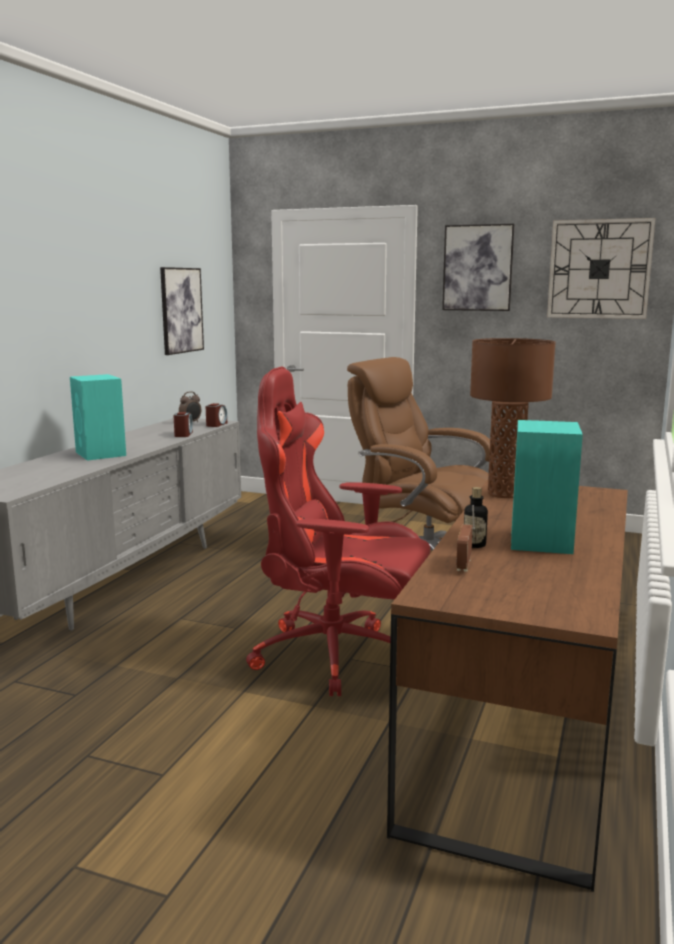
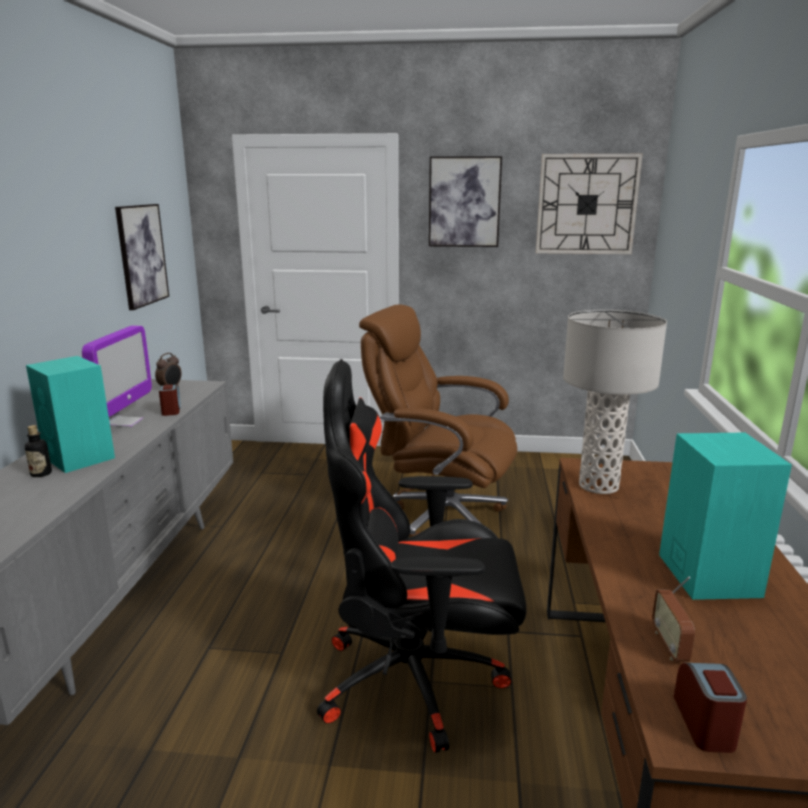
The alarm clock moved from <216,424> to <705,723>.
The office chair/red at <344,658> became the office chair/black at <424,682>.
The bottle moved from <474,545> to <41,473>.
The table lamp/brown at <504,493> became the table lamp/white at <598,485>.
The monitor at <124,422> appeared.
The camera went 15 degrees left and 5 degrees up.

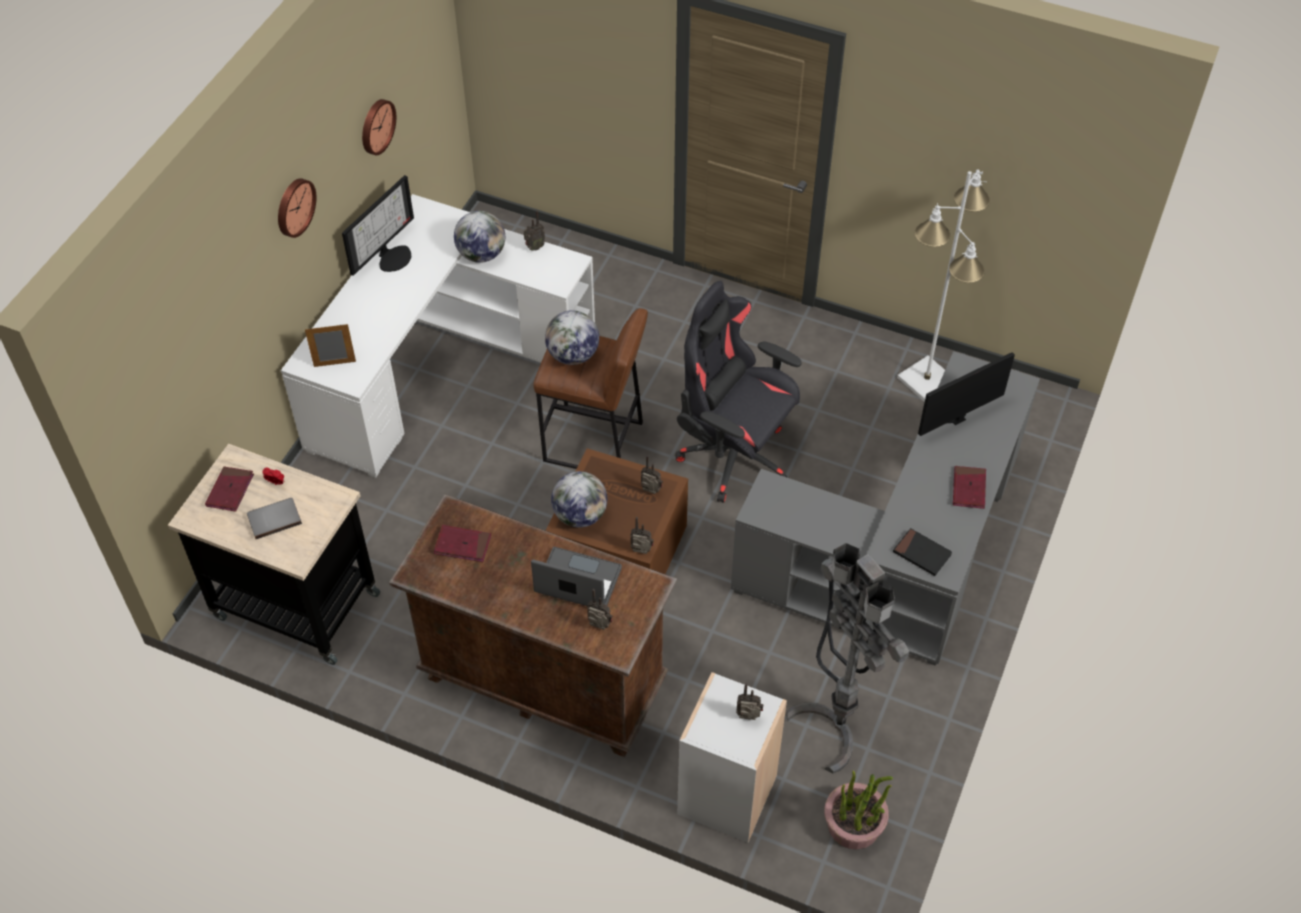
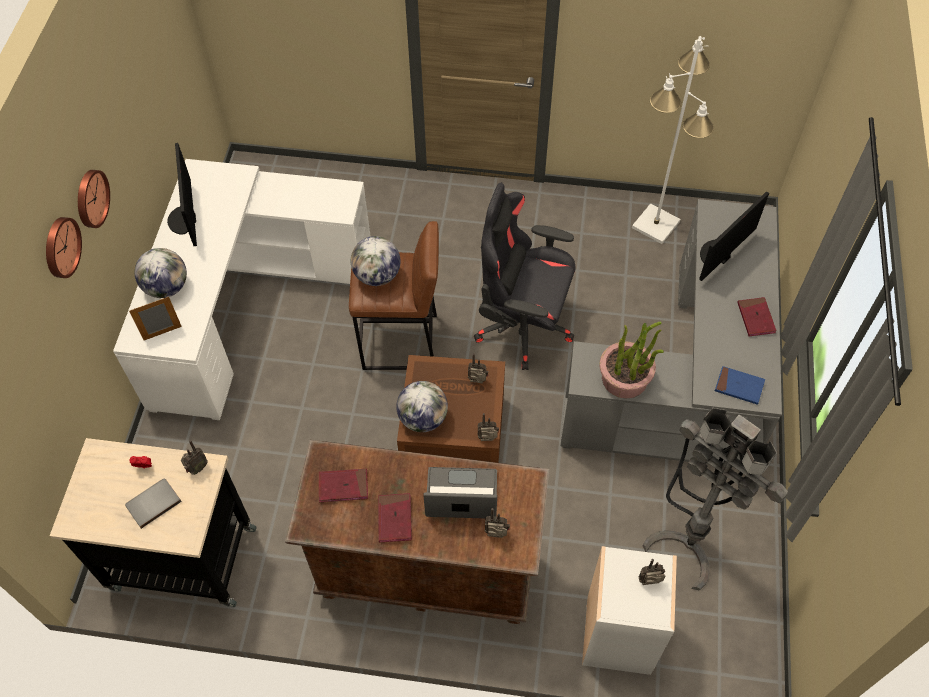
The book/red moved from <230,490> to <395,519>.
The monitor at <392,257> turned 150 degrees clockwise.
The wall clock moved from <376,126> to <60,247>.
The globe moved from <481,254> to <167,287>.
The radio moved from <534,247> to <197,468>.
The potted plant moved from <854,825> to <625,379>.
The book/black at <922,554> became the book/blue at <739,386>.
The camera went 15 degrees left and 5 degrees up.

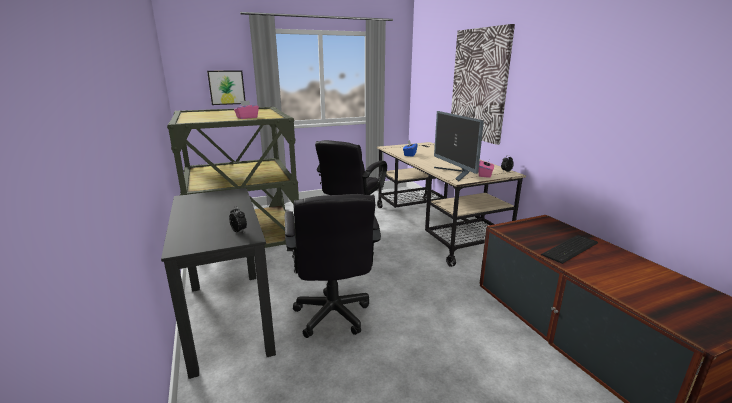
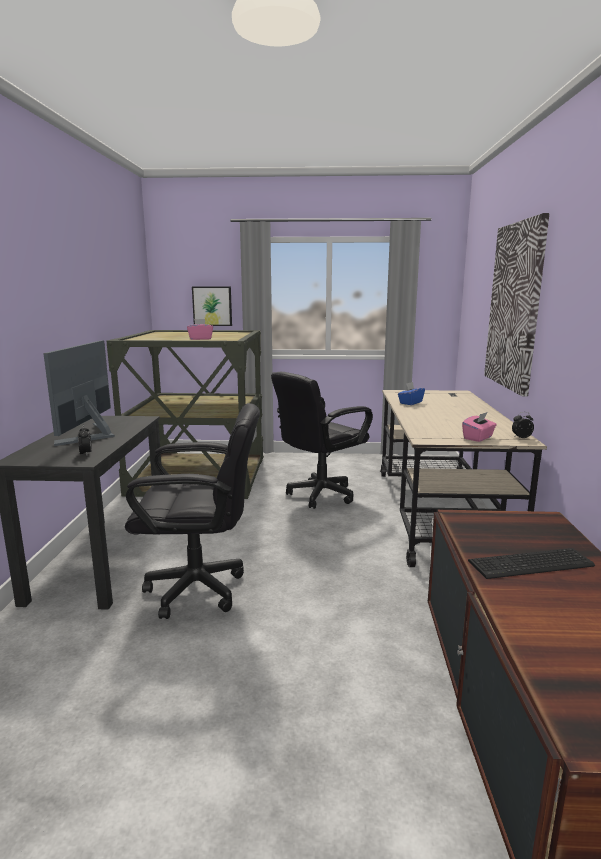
The office chair/black at <334,318> turned 105 degrees counterclockwise.
The monitor moved from <455,174> to <91,436>.
The camera went 25 degrees right and 5 degrees down.

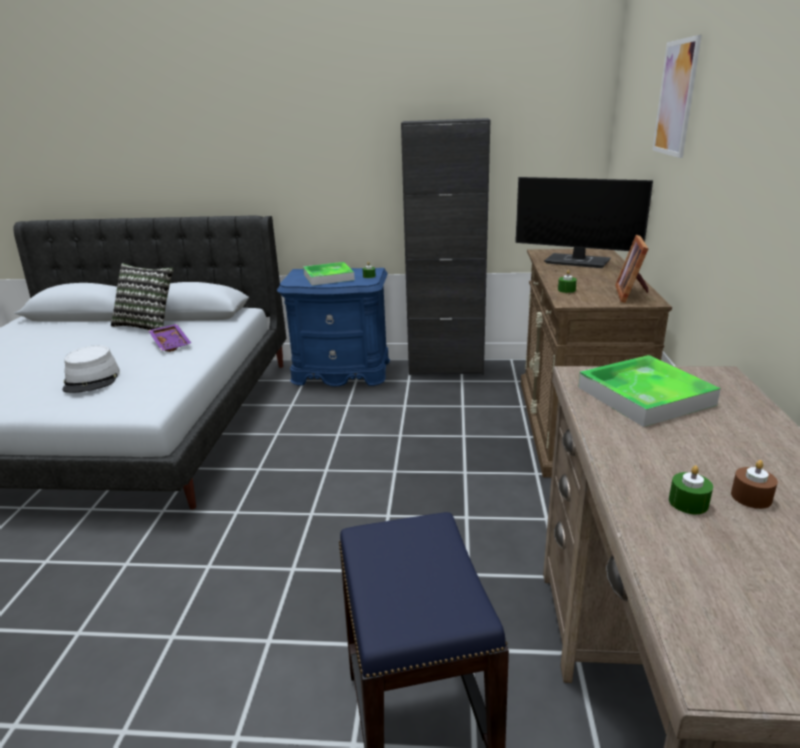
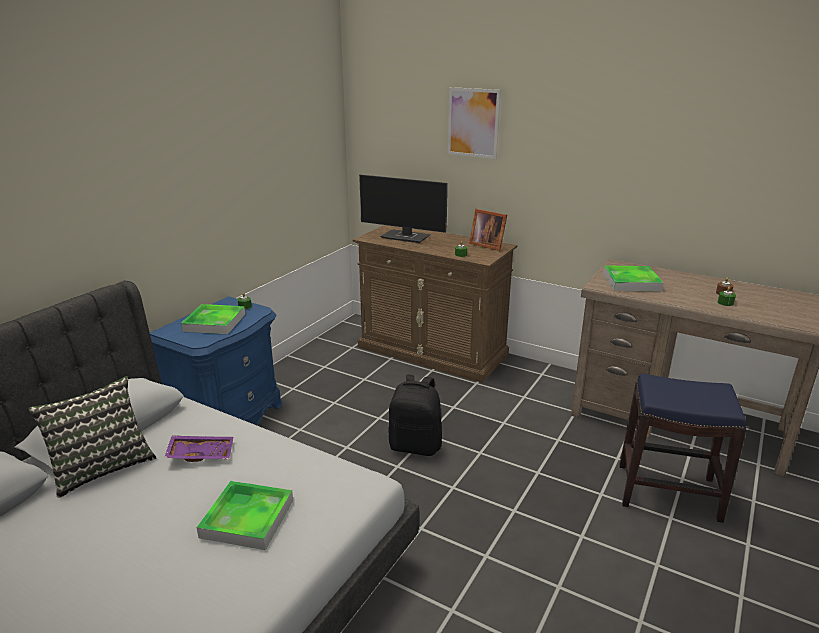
The hat/grey at <92,379> was replaced by the tray at <247,518>.
The cabinet/black at <446,368> disappeared.
The monitor at <578,261> turned 60 degrees clockwise.
The backpack/black at <415,446> appeared.
The camera went 65 degrees left and 0 degrees up.

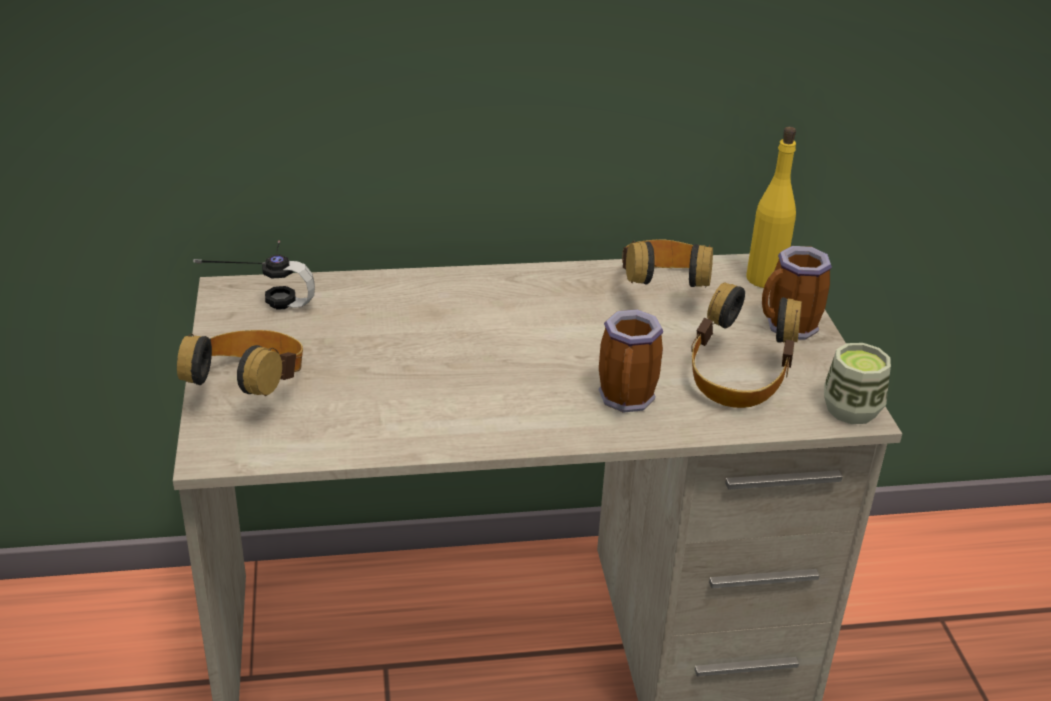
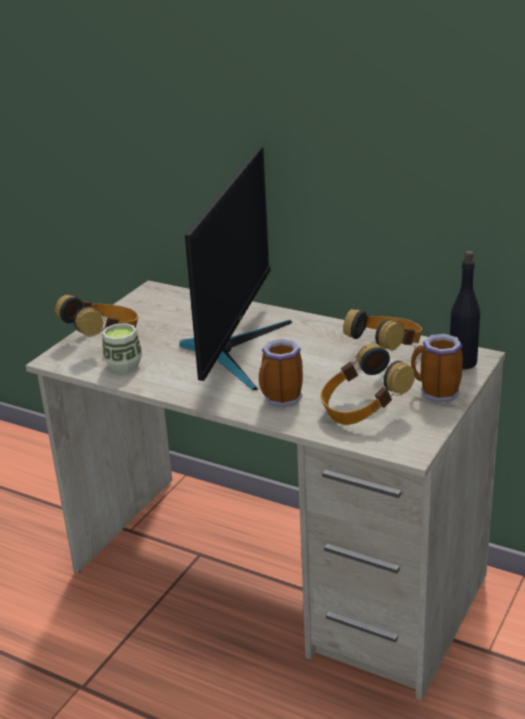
The headphones at <265,296> disappeared.
The bottle/yellow at <764,278> became the bottle/black at <463,362>.
The cup moved from <851,409> to <124,365>.
The monitor at <233,350> appeared.
The camera went 40 degrees right and 5 degrees down.

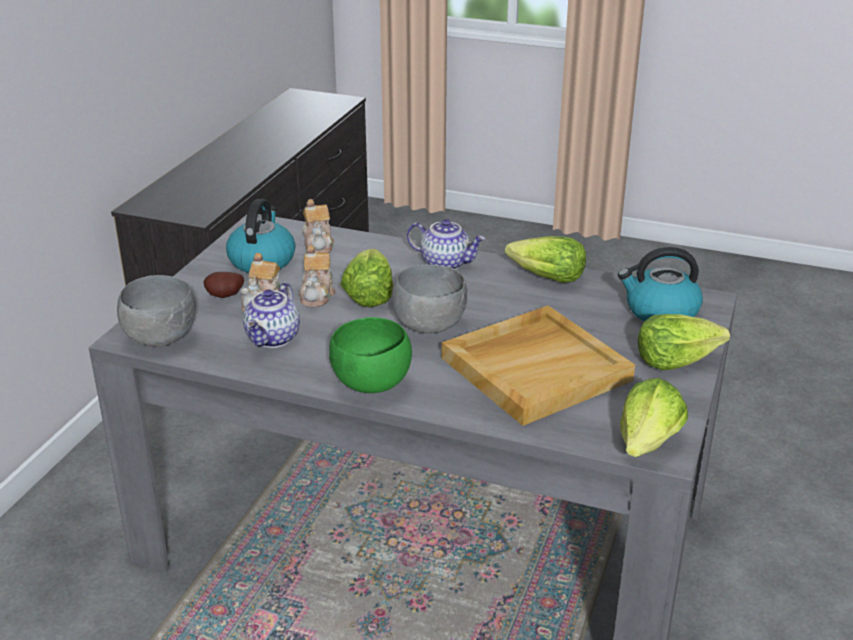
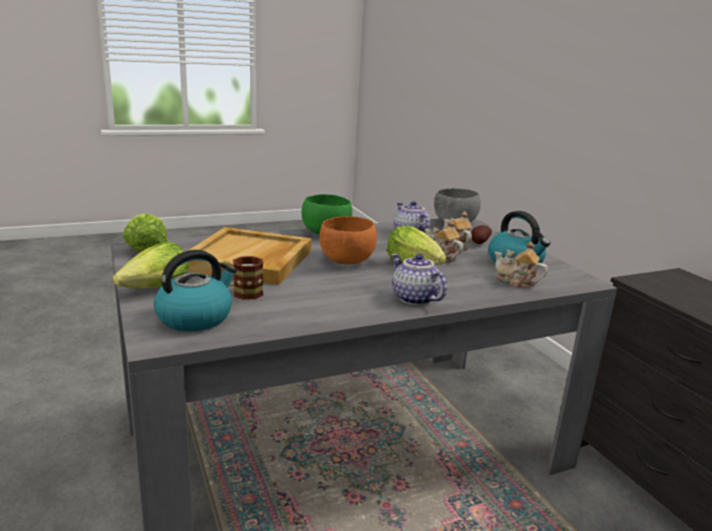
The bowl/grey at <430,325> became the bowl/orange at <346,262>.
The teapot at <446,263> turned 75 degrees clockwise.
The lettuce at <546,278> disappeared.
The mug at <241,292> appeared.
The camera went 135 degrees right and 10 degrees down.

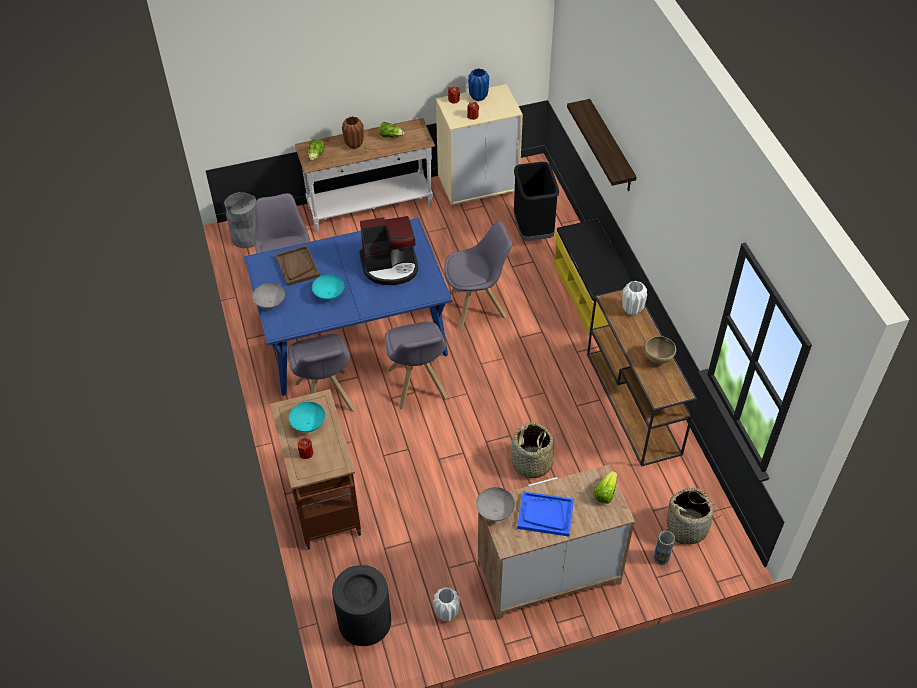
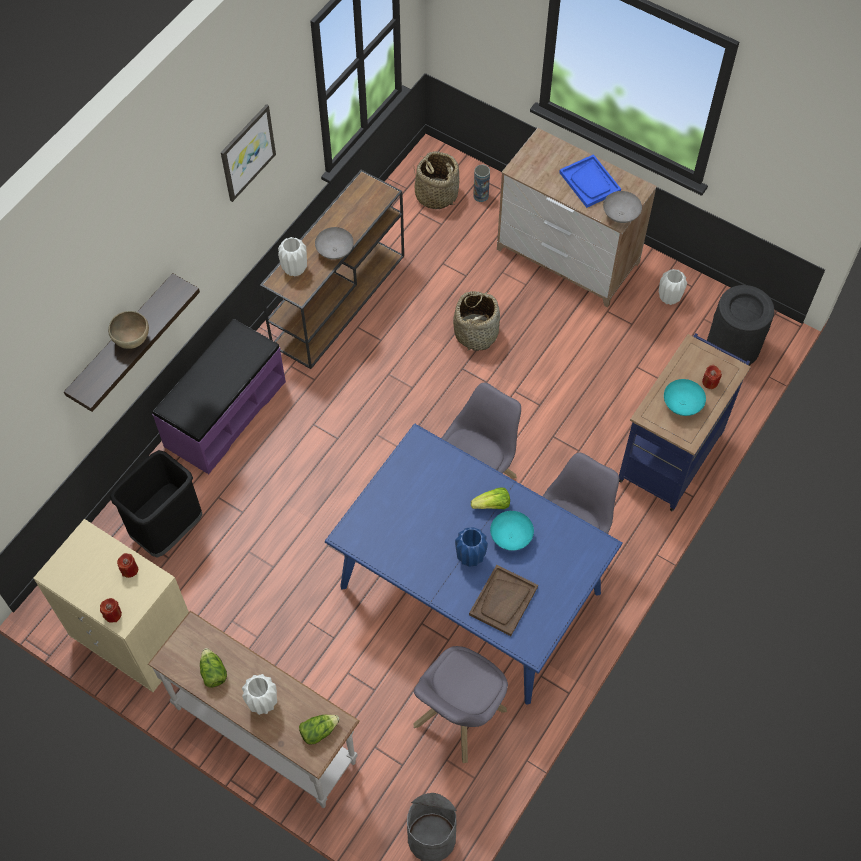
The bowl/grey moved from <270,302> to <334,251>.
The cart/brown at <324,506> became the cart/blue at <672,455>.
The vase/brown at <354,144> became the vase/white at <263,702>.
The coffee machine at <390,266> disappeared.
The chair/grey at <476,307> disappeared.
The vase/blue moved from <478,97> to <470,557>.
The bench/yellow at <592,295> became the bench/purple at <224,413>.
The lettuce moved from <605,493> to <492,505>.
The bowl/brown moved from <658,359> to <132,340>.
The picture at <247,152> appeared.
The camera went 130 degrees left and 10 degrees up.

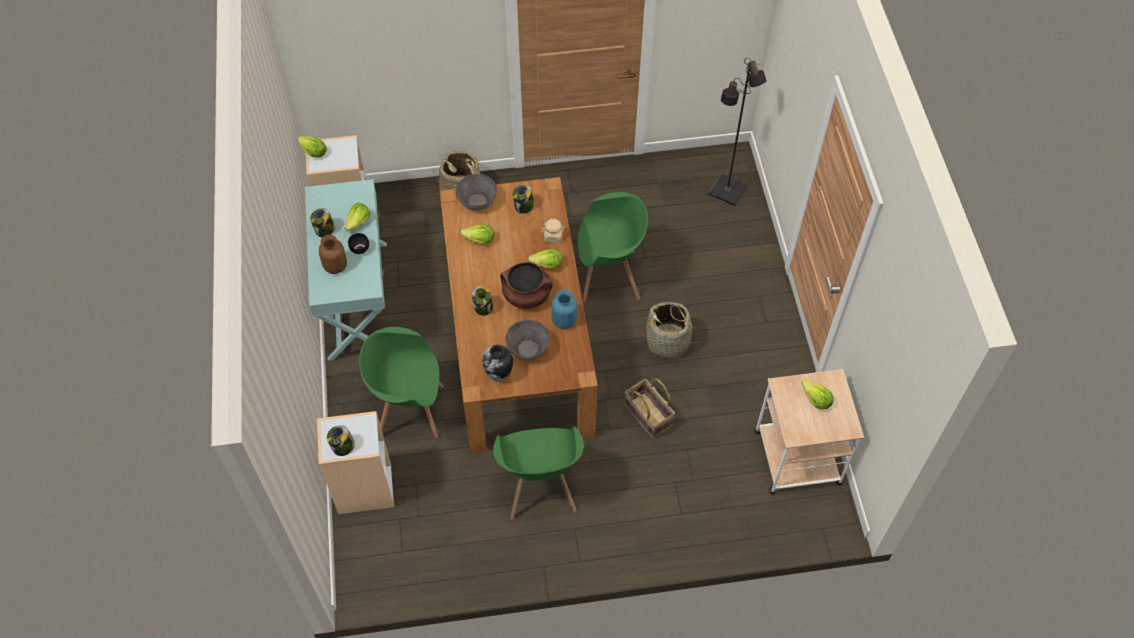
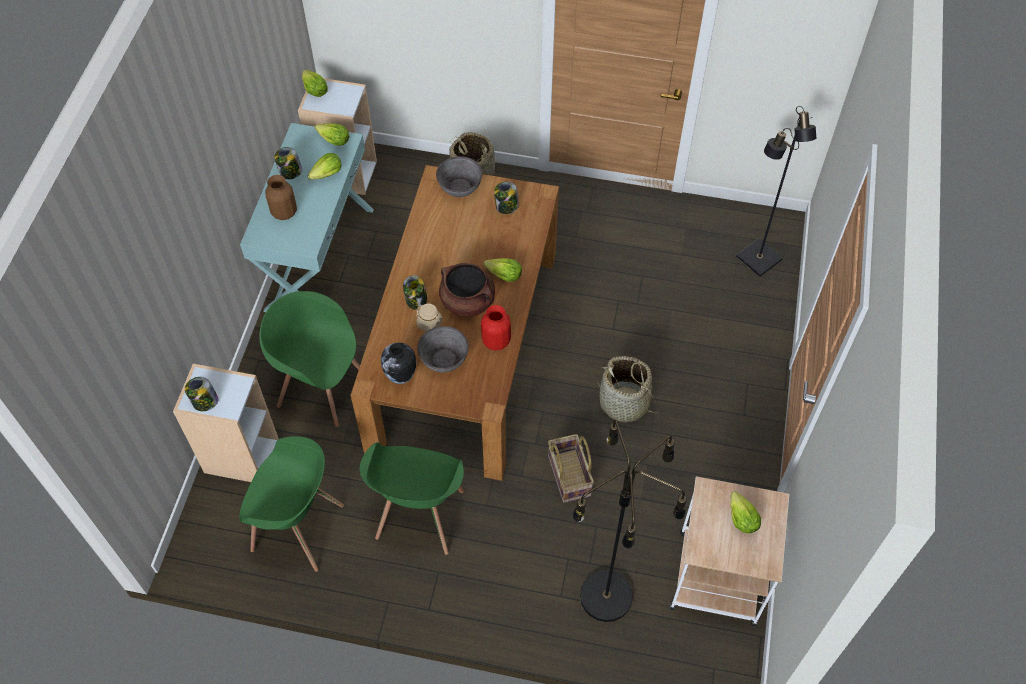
The bowl/black at <360,248> disappeared.
The lettuce moved from <479,240> to <333,140>.
The jar/beige moved from <553,236> to <429,324>.
The vase/blue at <564,320> became the vase/red at <496,341>.
The chair/green moved from <609,277> to <298,529>.
The floor lamp at <607,597> appeared.
The camera went 20 degrees right and 0 degrees up.

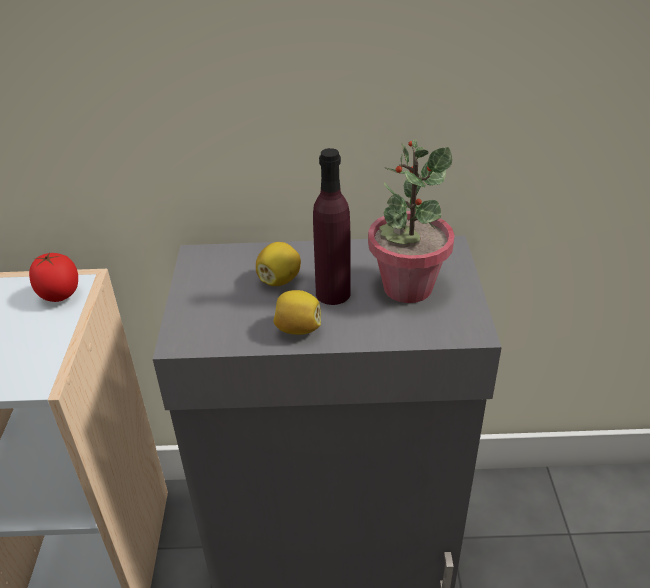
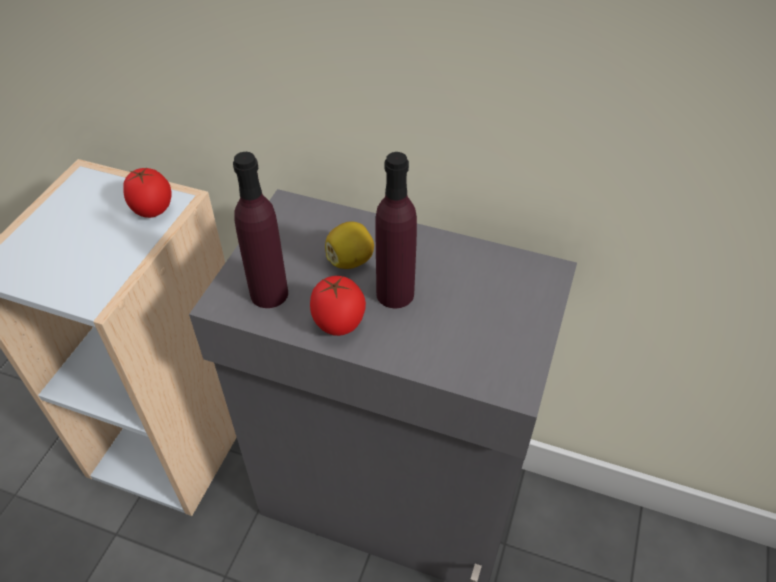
The lemon at <297,329> was replaced by the tomato at <338,325>.
The potted plant at <407,287> disappeared.
The bottle/purple at <269,293> appeared.
The camera went 20 degrees right and 10 degrees up.

